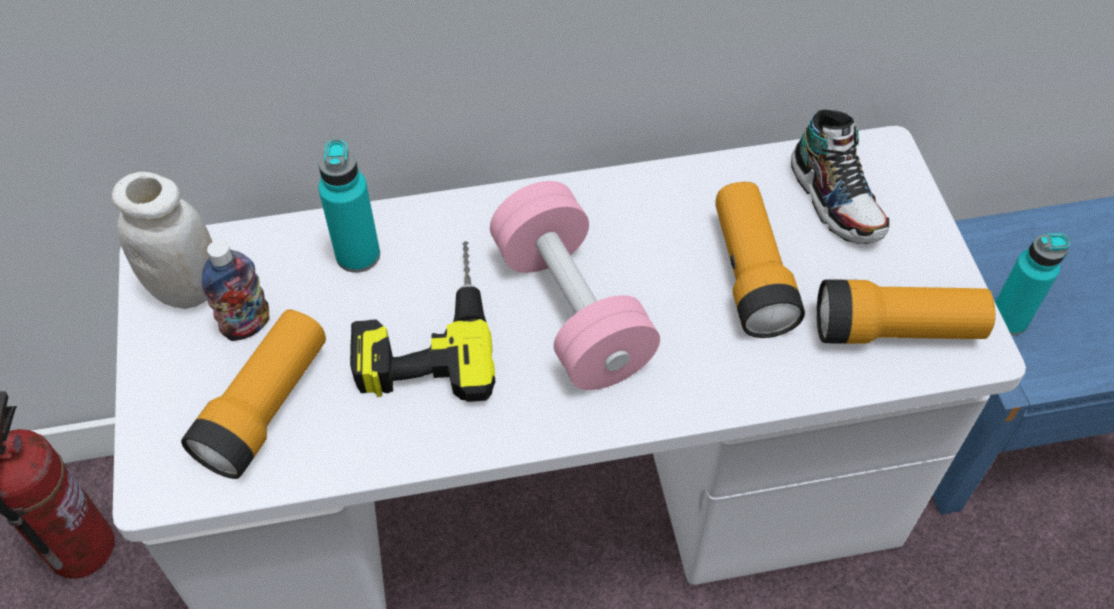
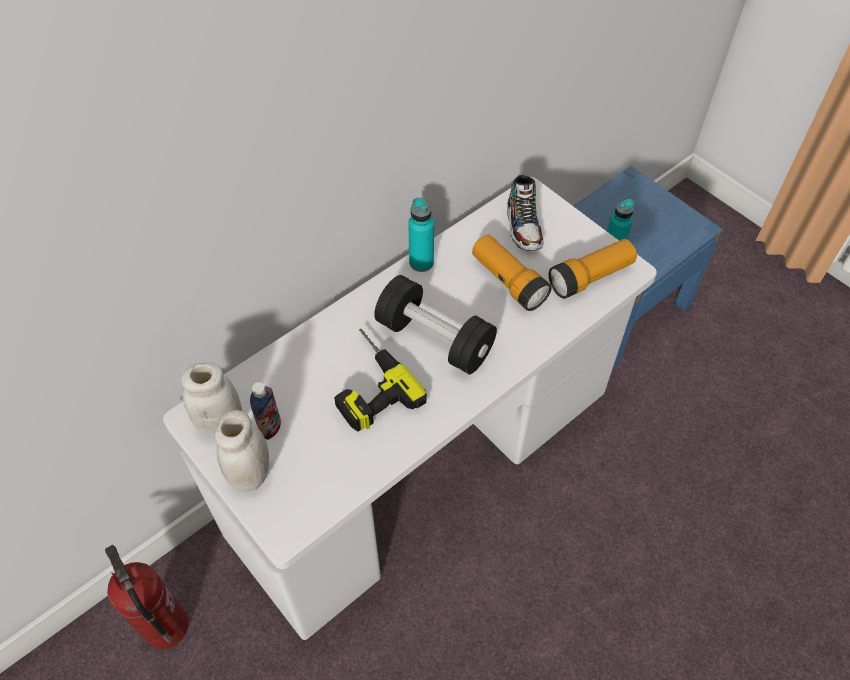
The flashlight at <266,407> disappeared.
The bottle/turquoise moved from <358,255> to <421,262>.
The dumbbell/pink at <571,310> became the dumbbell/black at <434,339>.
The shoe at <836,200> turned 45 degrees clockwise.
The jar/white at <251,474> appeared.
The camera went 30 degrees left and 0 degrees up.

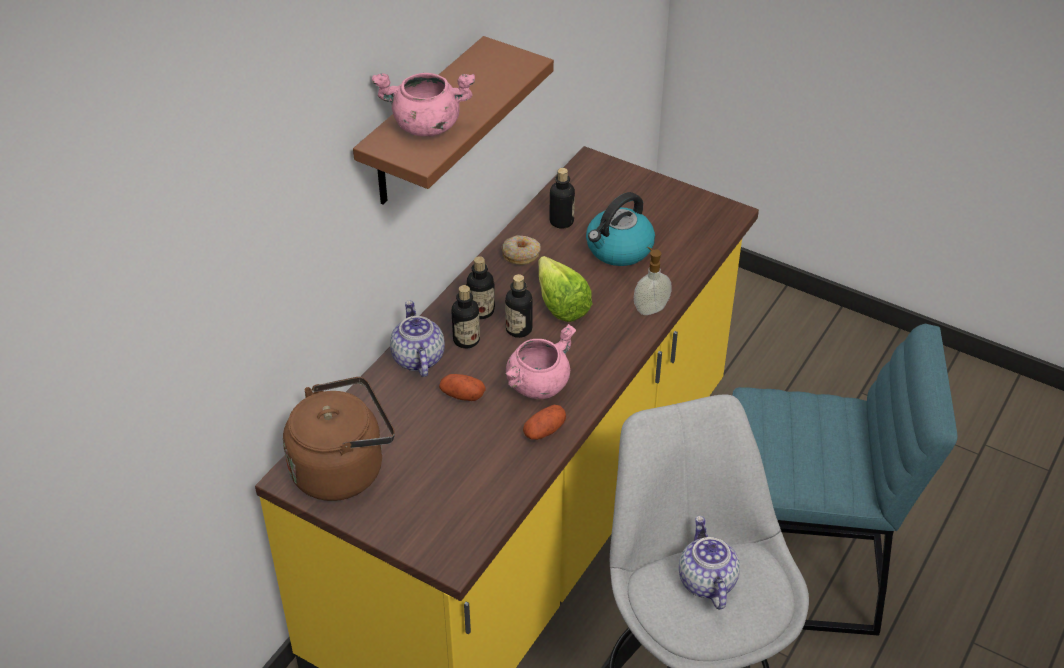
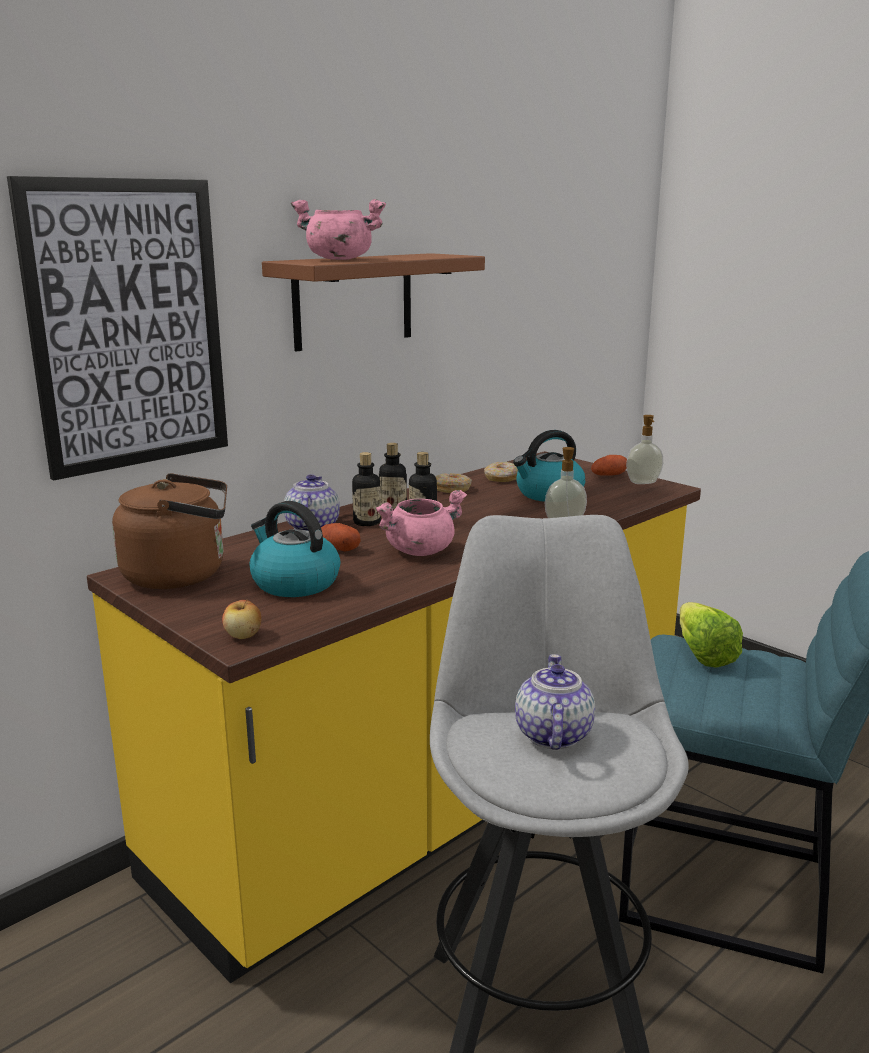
The potato moved from <544,431> to <608,475>.
The lettuce moved from <559,301> to <701,652>.
The bottle at <561,221> was replaced by the donut at <501,478>.
The picture at <128,326> appeared.
The apple at <243,635> appeared.
The kettle at <294,583> appeared.
The soap dispenser at <643,483> appeared.
The camera went 15 degrees right and 25 degrees down.

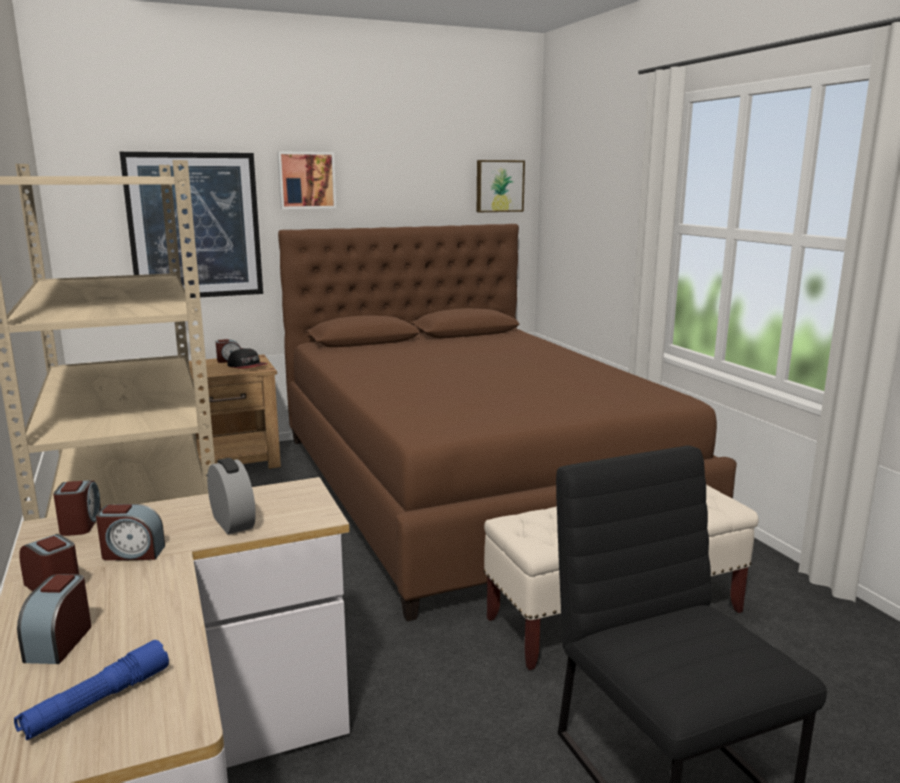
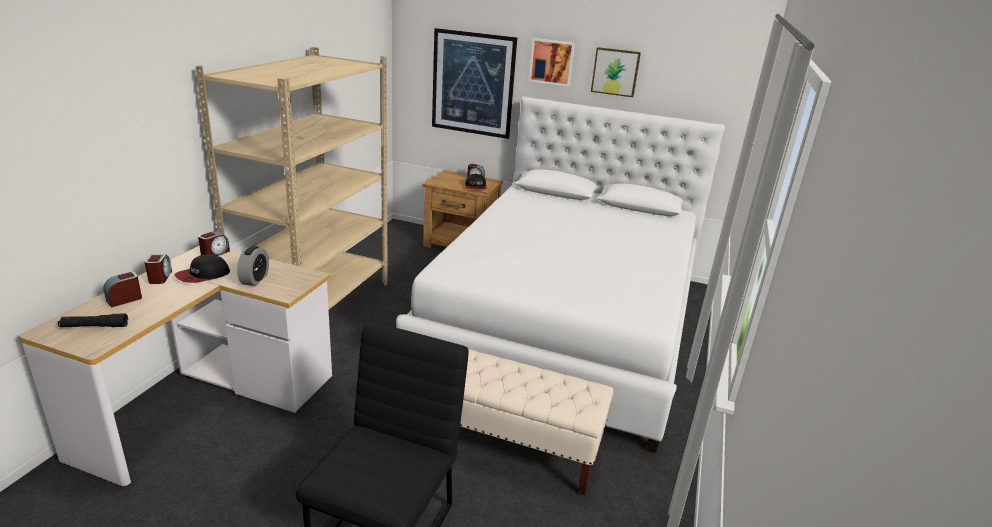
The flashlight/blue at <97,702> became the flashlight/black at <94,326>.
The alarm clock at <132,553> was replaced by the cap at <203,275>.
The bed/brown at <472,486> became the bed/white at <566,322>.
The picture moved from <499,186> to <615,72>.
The camera went 40 degrees right and 10 degrees up.

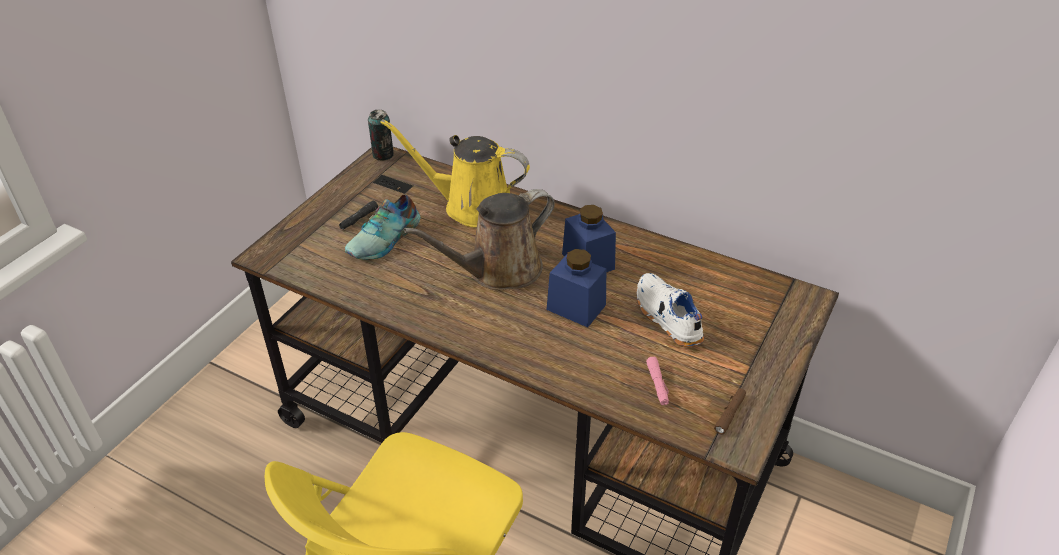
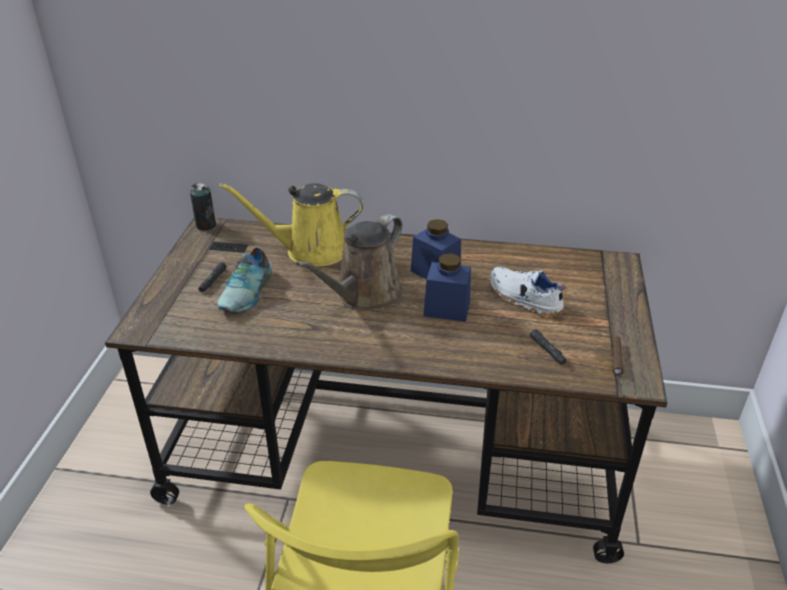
The flashlight/pink at <657,384> became the flashlight/black at <548,351>.
The camera went 20 degrees left and 5 degrees down.

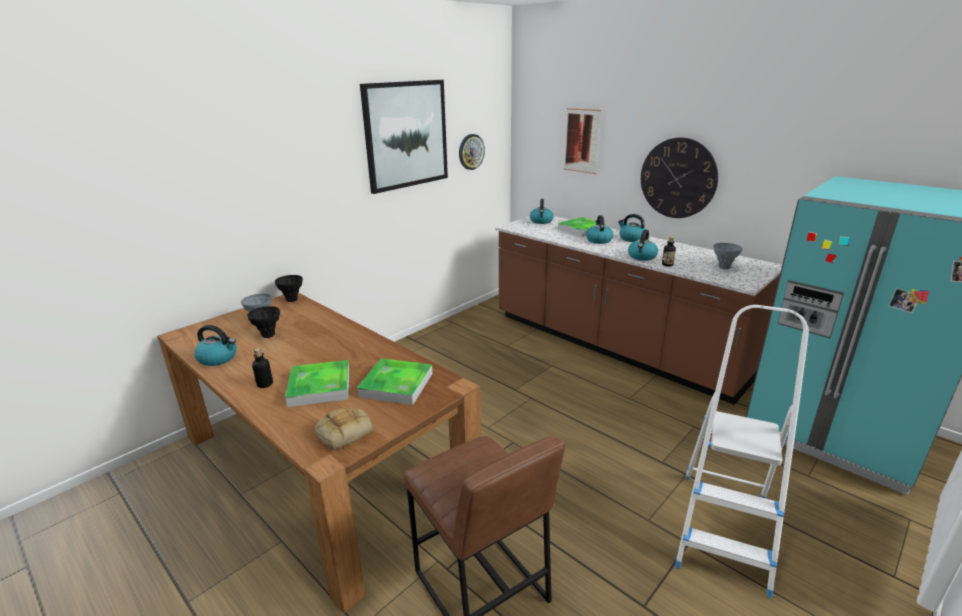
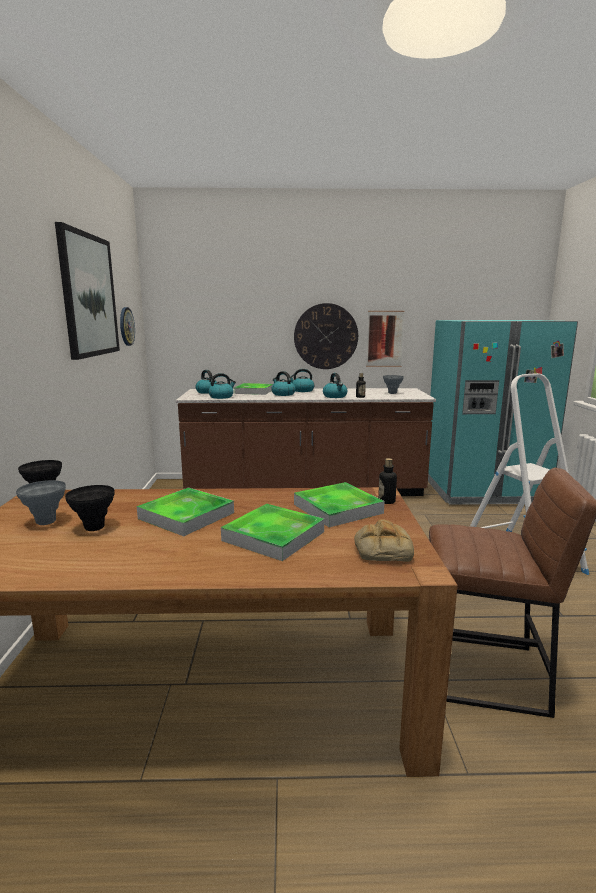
The kettle moved from <218,358> to <221,397>.
The bottle moved from <265,384> to <386,501>.
The picture moved from <582,141> to <384,339>.
The tray at <186,515> appeared.
The camera went 45 degrees left and 10 degrees down.

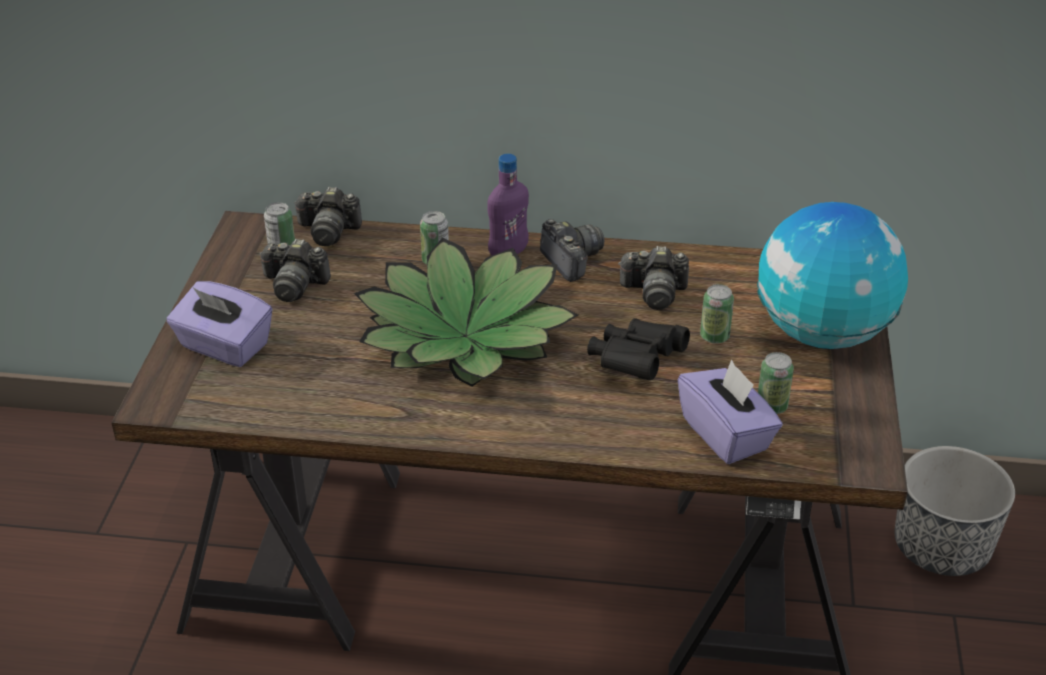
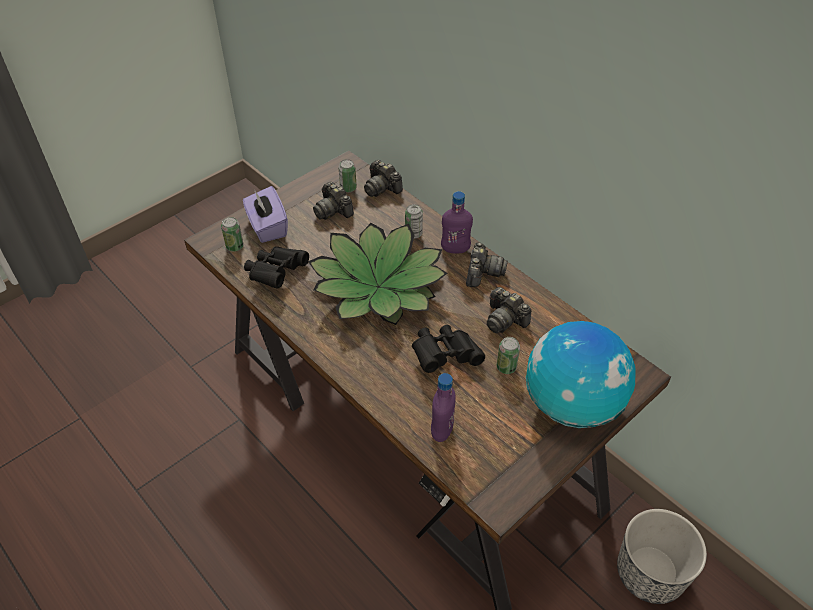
The tissue box/purple at <726,434> was replaced by the bottle/purple at <441,430>.
The can moved from <771,406> to <235,246>.
The binoculars/black at <276,274> appeared.
The camera went 40 degrees right and 10 degrees up.

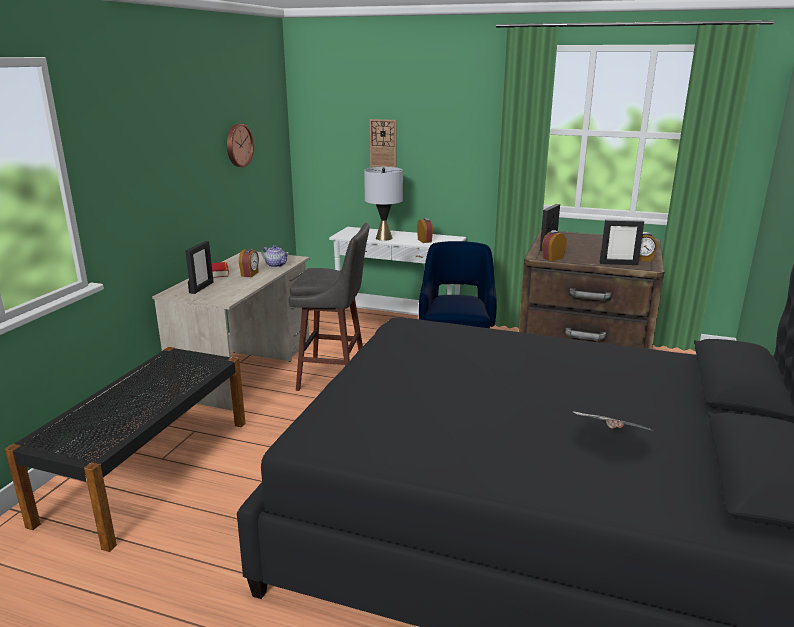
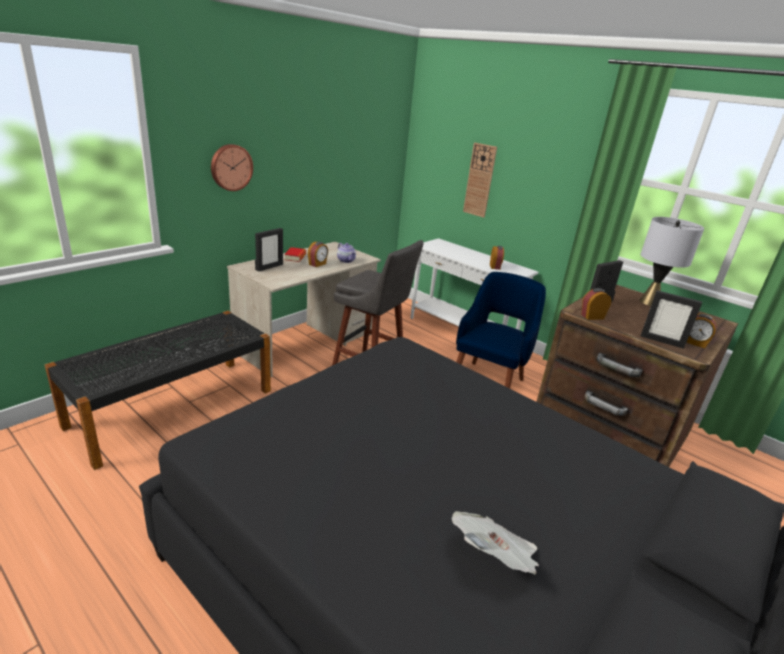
The wall clock moved from <238,145> to <231,167>.
The table lamp/grey moved from <384,238> to <650,302>.
The camera went 20 degrees right and 5 degrees up.

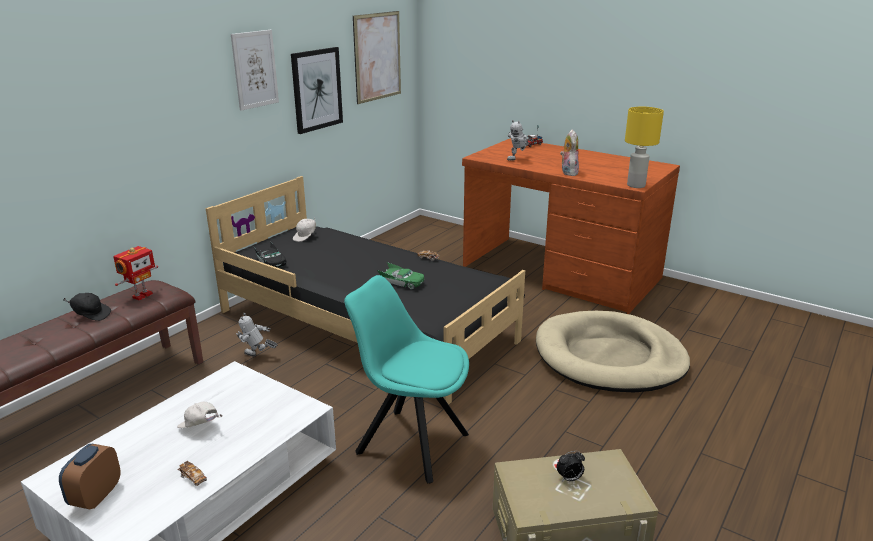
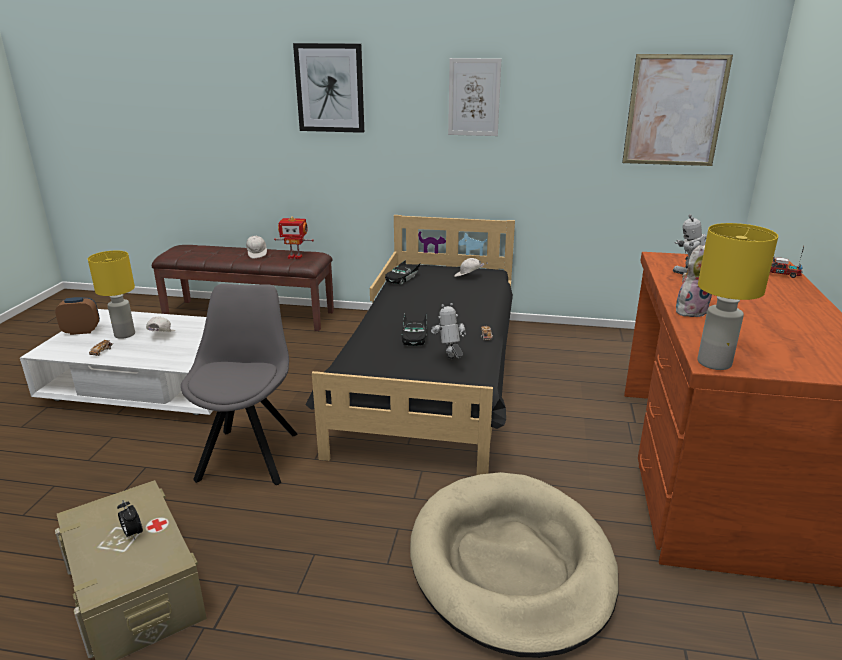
The cap/black at <91,315> became the cap/white at <257,254>.
The toy robot moved from <257,357> to <450,361>.
The picture moved from <316,89> to <330,88>.
The chair/turquoise at <411,444> became the chair/grey at <249,456>.
The toy car/green at <401,282> became the toy car/black at <414,337>.
The table lamp/yellow at <124,335> appeared.
The camera went 65 degrees right and 0 degrees up.

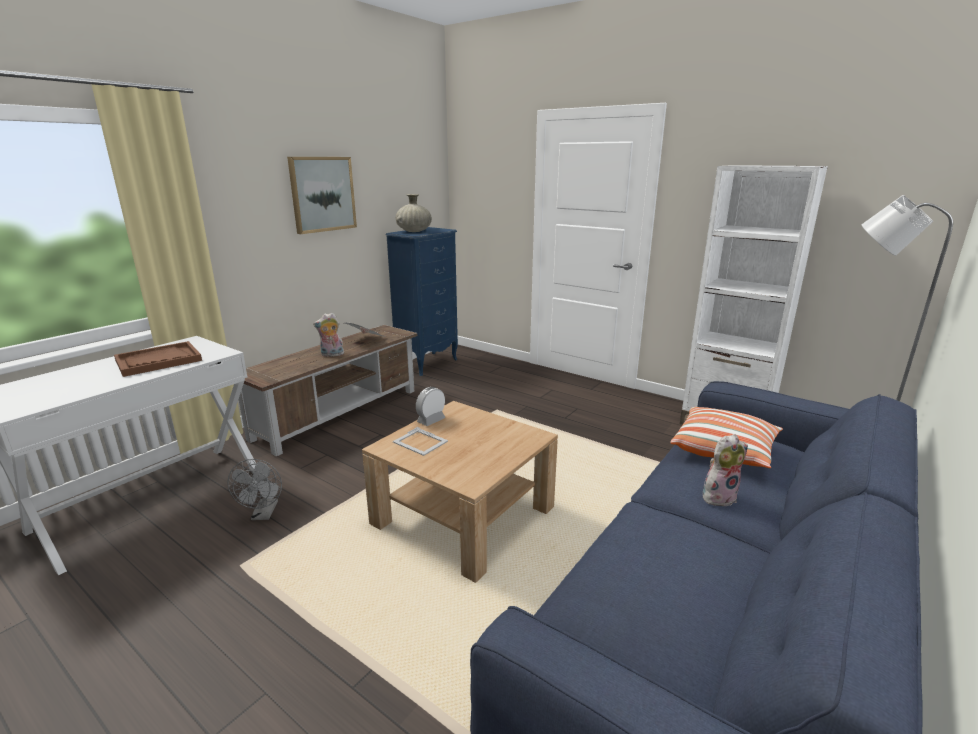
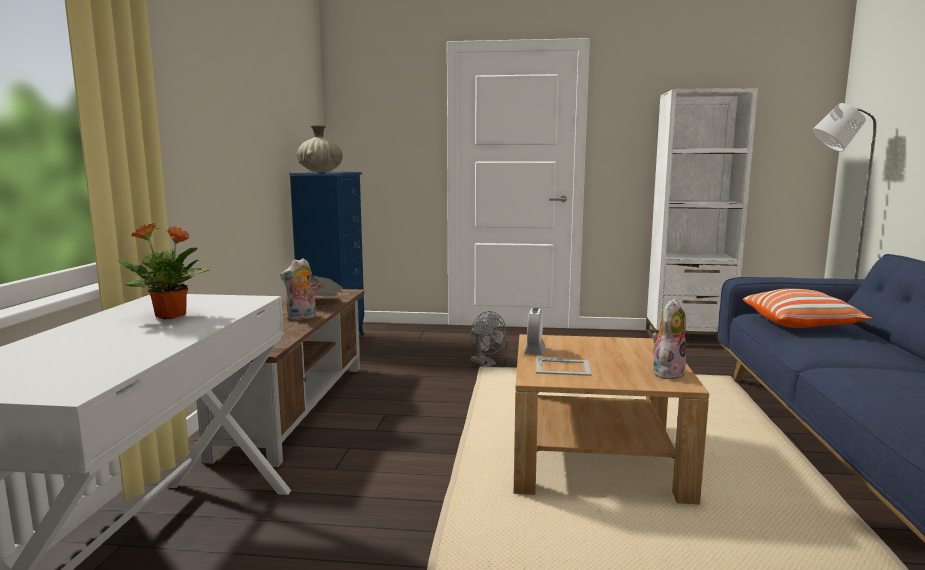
The tray/brown at <158,361> was replaced by the potted plant at <171,316>.
The fan/grey moved from <263,514> to <485,364>.
The picture at <322,194> disappeared.
The plush toy moved from <718,496> to <667,372>.
The camera went 30 degrees left and 10 degrees down.

